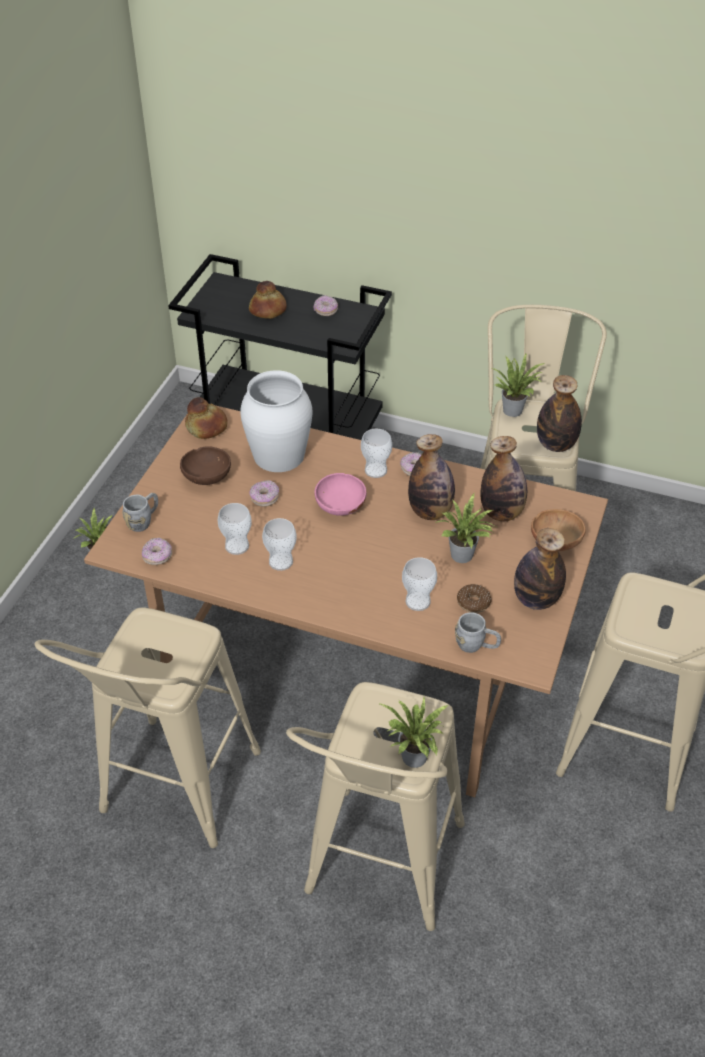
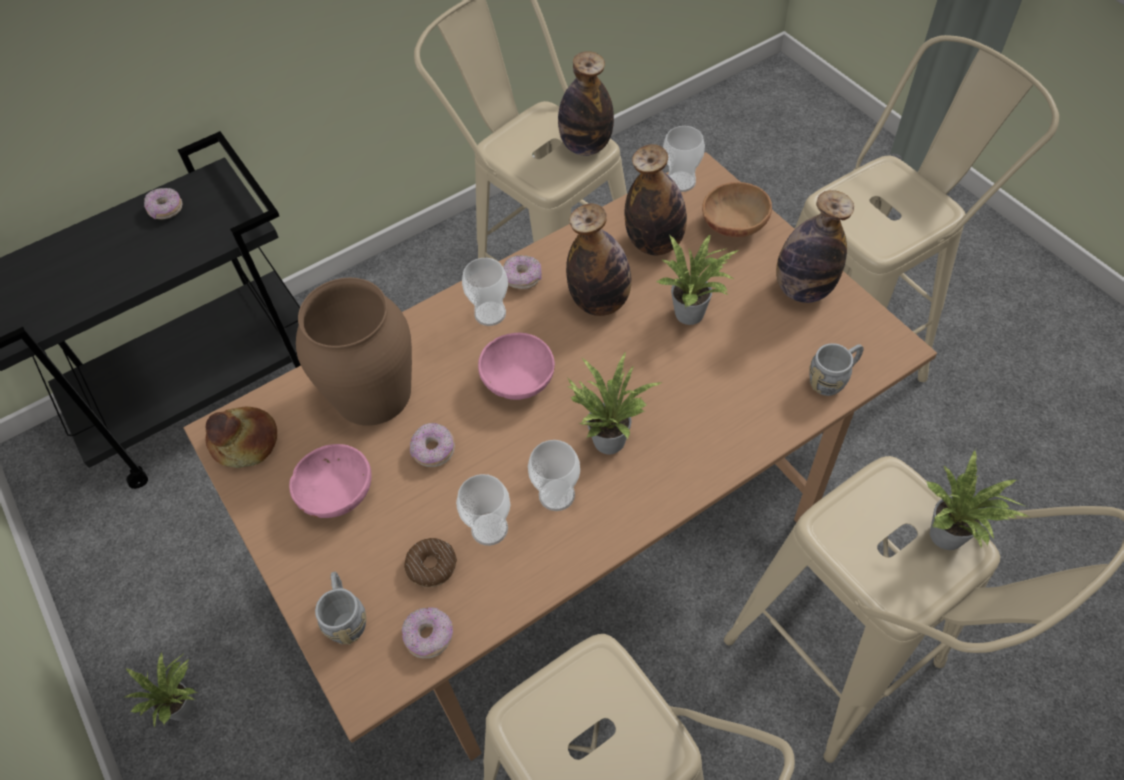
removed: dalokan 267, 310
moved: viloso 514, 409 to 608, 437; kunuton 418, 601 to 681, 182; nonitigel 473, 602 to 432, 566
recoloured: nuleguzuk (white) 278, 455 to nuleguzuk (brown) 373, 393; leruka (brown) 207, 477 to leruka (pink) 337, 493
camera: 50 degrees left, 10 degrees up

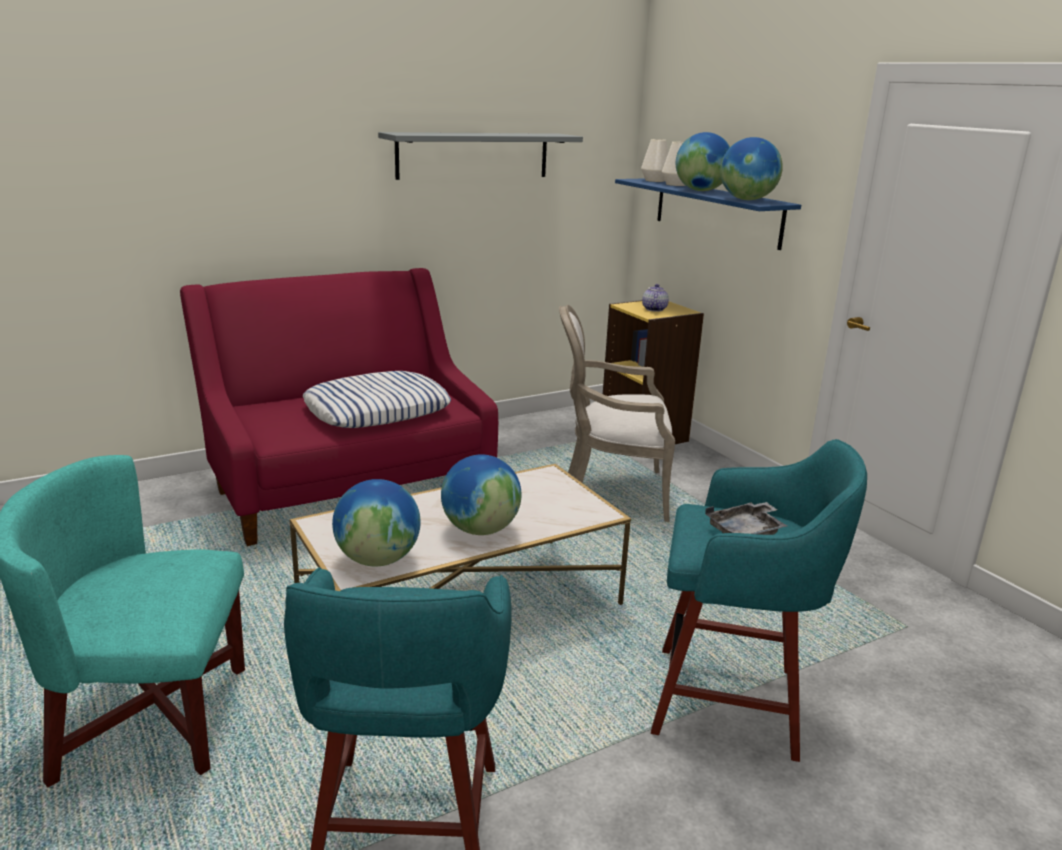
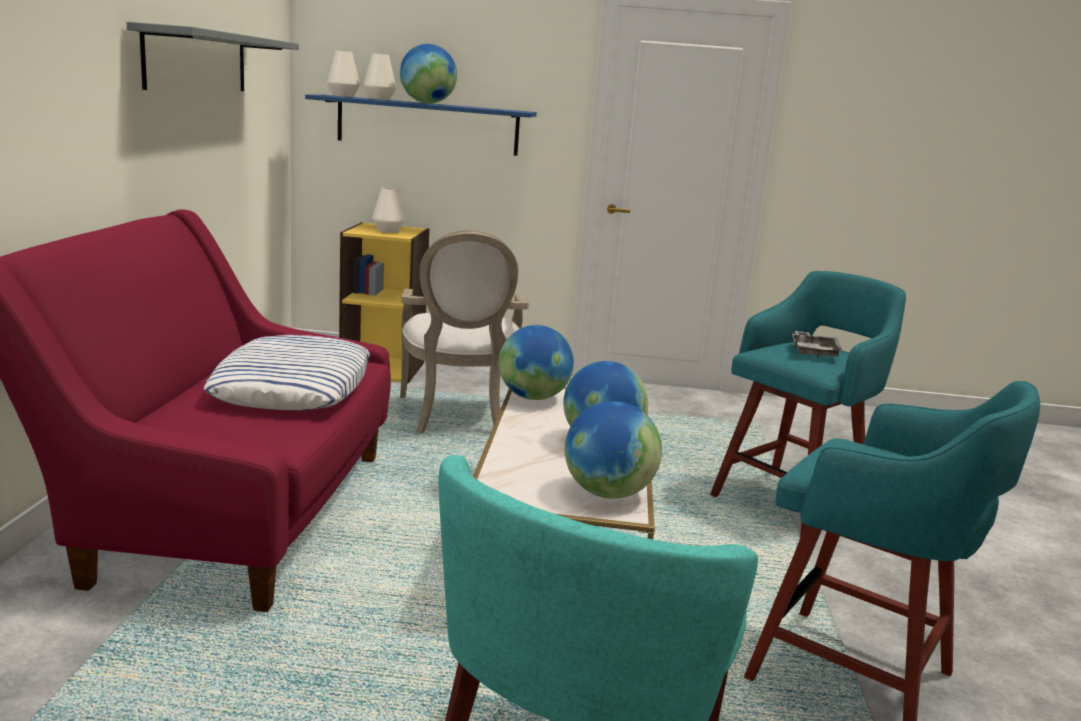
moved: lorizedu 746, 199 to 533, 397
replaced: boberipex 653, 309 to nuleguzuk (white) 388, 231
turned: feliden 610, 492 = 458, 418 45 degrees counterclockwise
camera: 55 degrees left, 5 degrees down

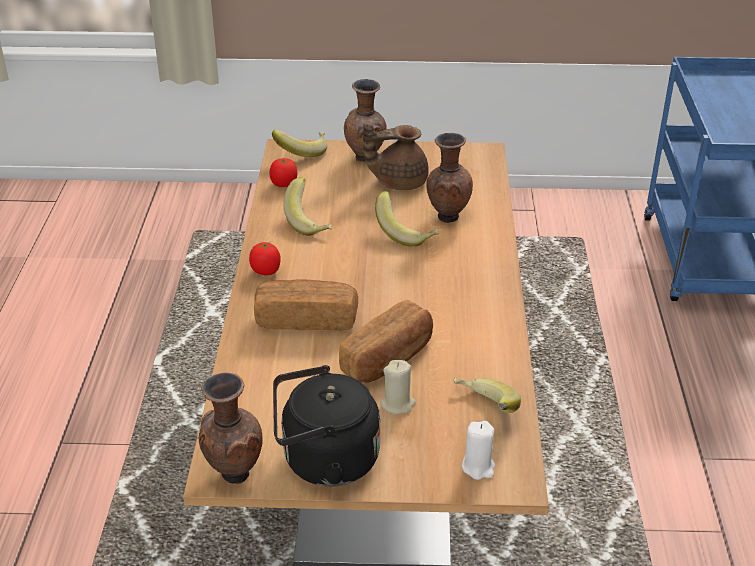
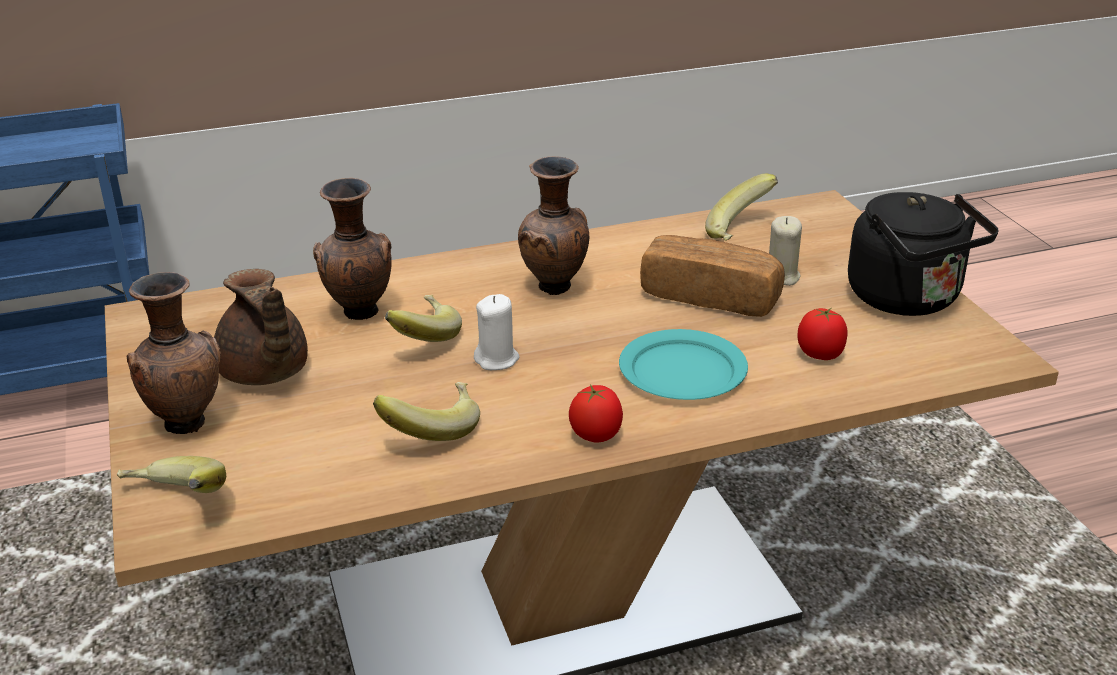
moved: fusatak 284, 184 to 820, 354; nuleguzuk (brown) 233, 473 to 555, 289; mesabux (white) 478, 467 to 497, 359
replaced: dalokan 306, 319 to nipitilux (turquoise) 683, 370
camera: 110 degrees left, 5 degrees down

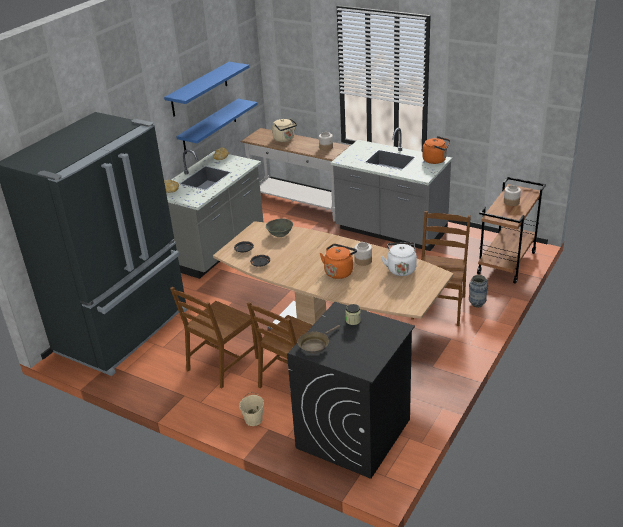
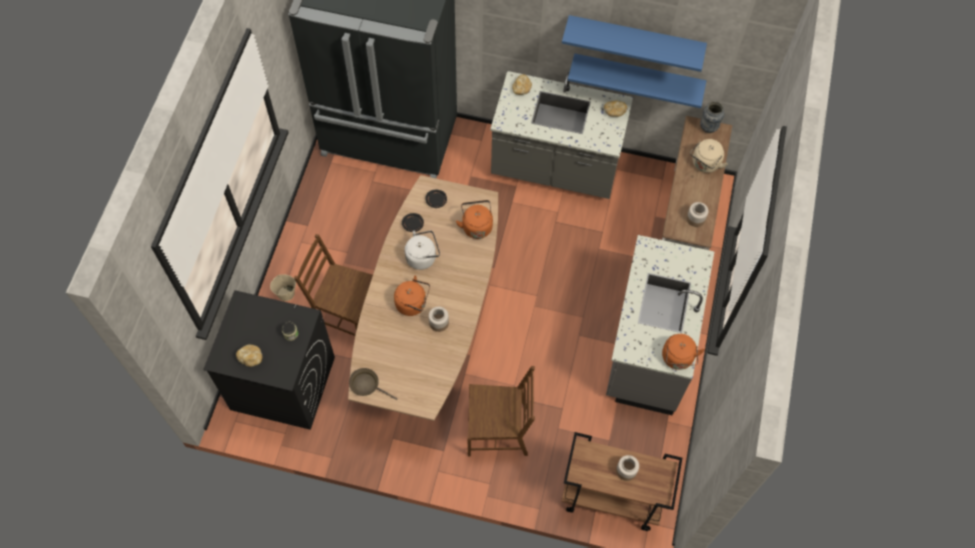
removed: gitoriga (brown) 222, 364
added: dalokan 251, 358
moved: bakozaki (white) 401, 269 to 423, 257; nuleguzuk 477, 304 to 708, 127; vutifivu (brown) 315, 344 to 367, 385
replaced: leruka (grey) 280, 234 to bakozaki (orange) 476, 226
camera: 70 degrees right, 30 degrees up

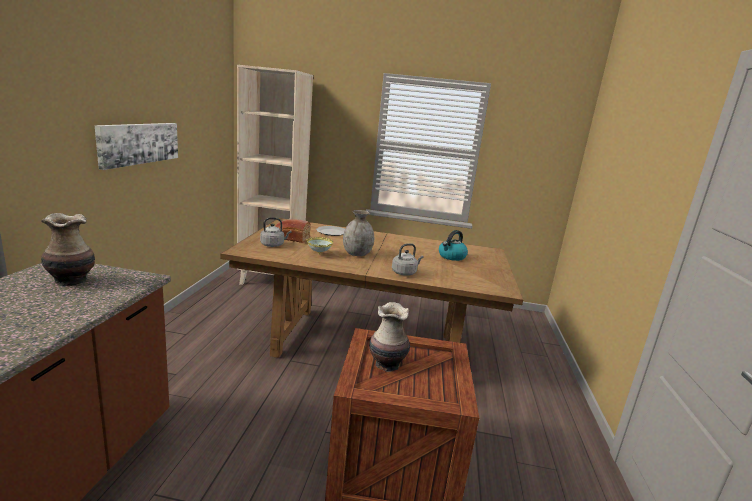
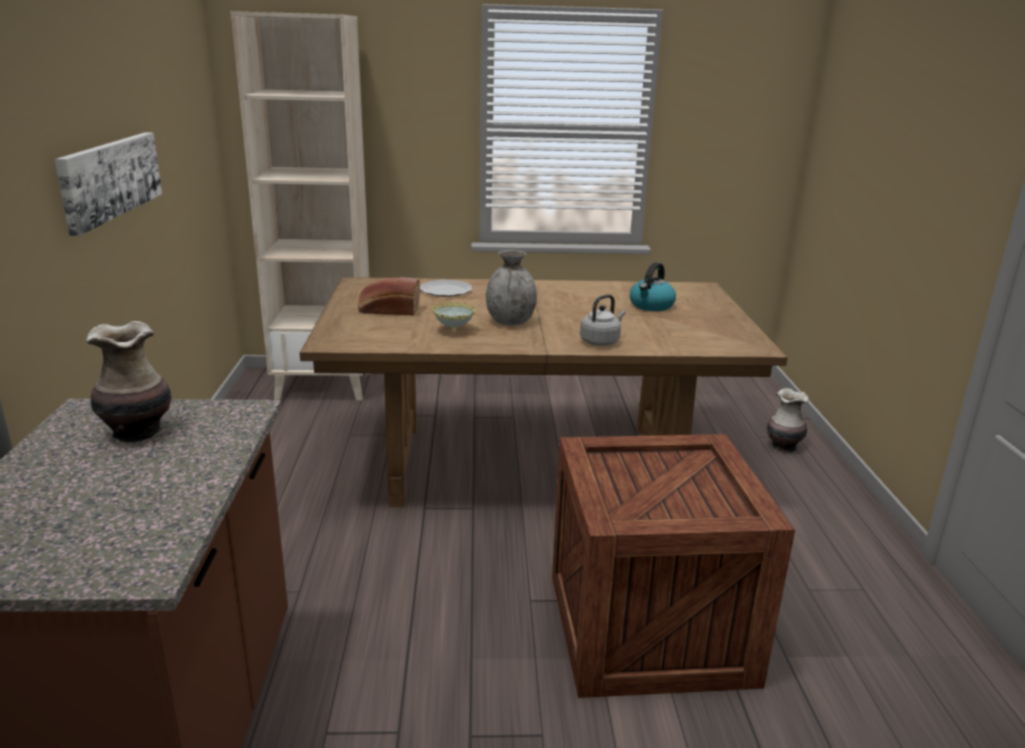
removed: bakozaki (grey) 273, 245
moved: nuleguzuk 386, 364 to 783, 447
camera: 10 degrees left, 5 degrees up

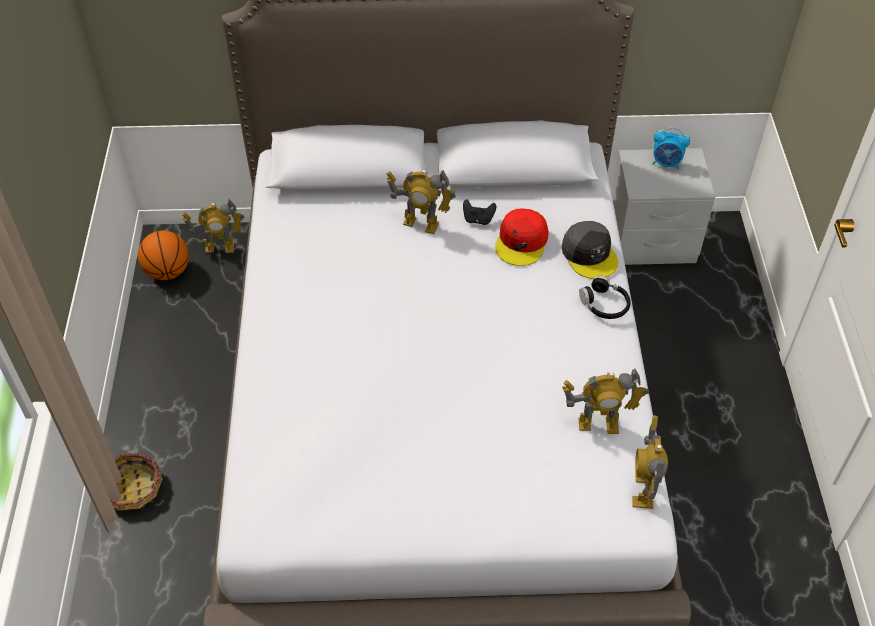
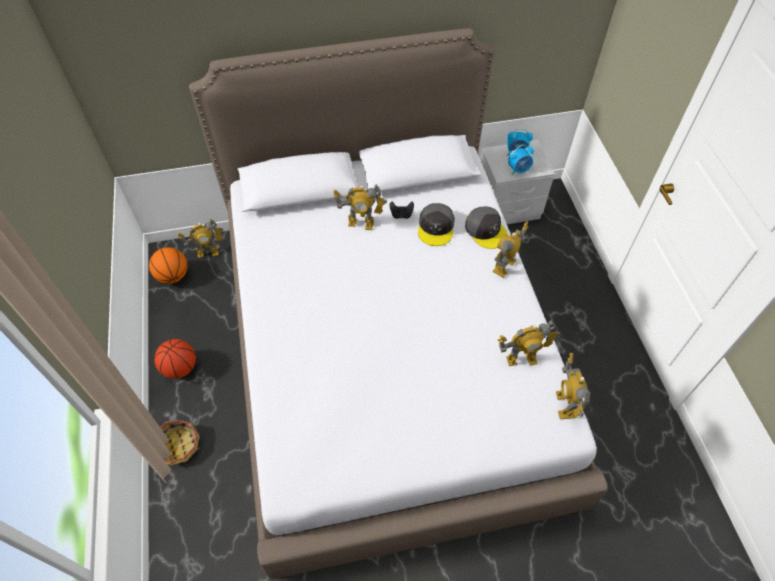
added: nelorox 519, 170; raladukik 180, 367
replaced: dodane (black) 604, 304 to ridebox 505, 266
recoloured: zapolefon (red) 522, 242 to zapolefon (grey) 436, 227
camera: 10 degrees left, 5 degrees up

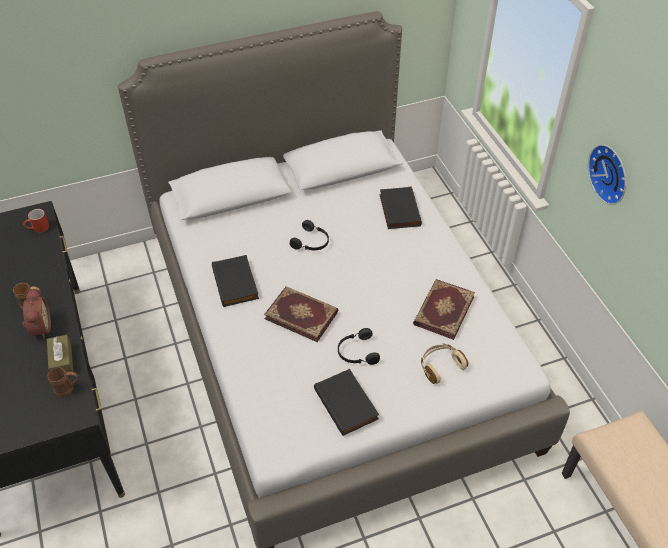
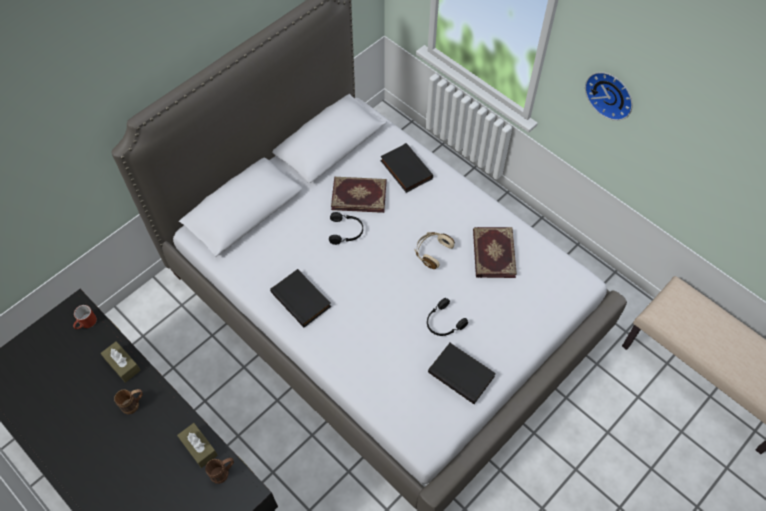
removed: nelorox 39, 327
added: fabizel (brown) 122, 365
moved: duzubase 302, 314 to 359, 195; dodane (beige) 440, 366 to 432, 252
camera: 25 degrees left, 10 degrees up

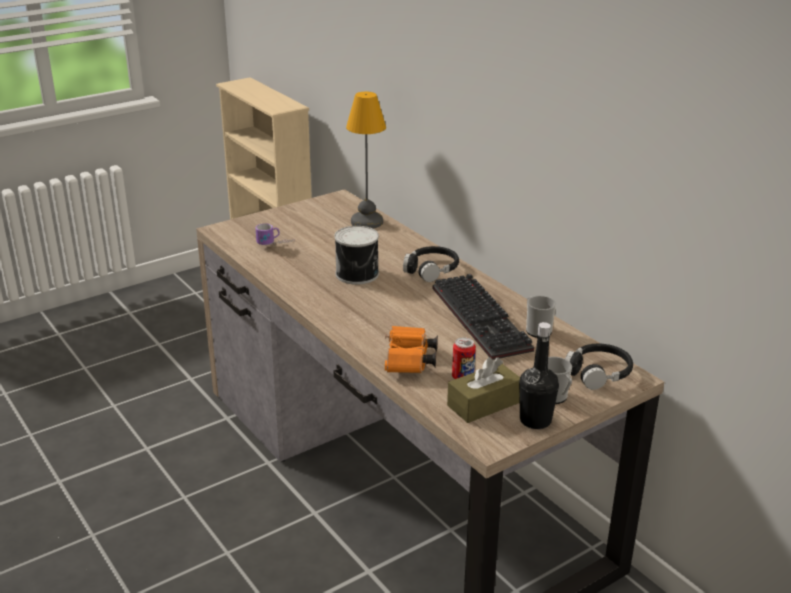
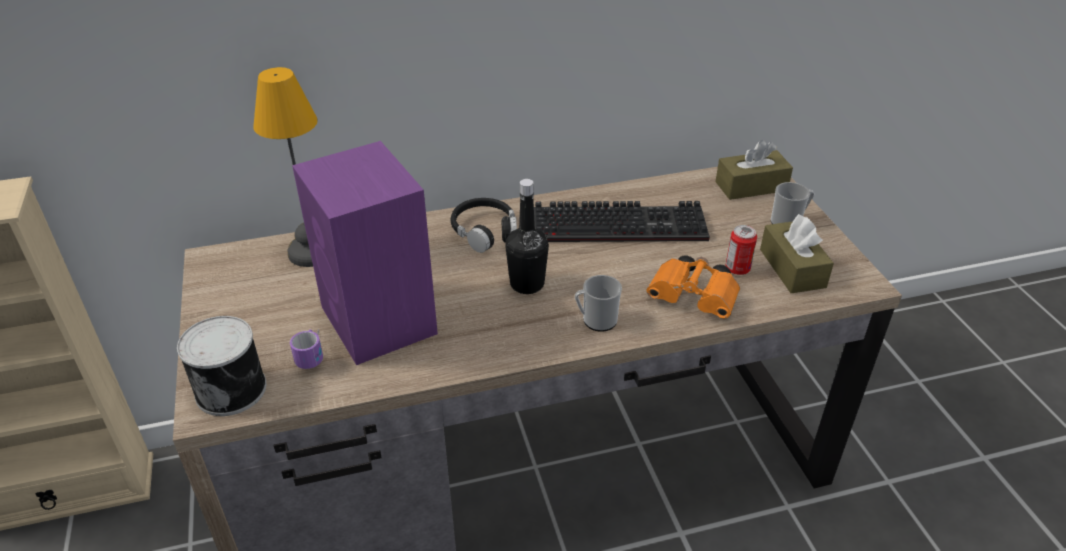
added: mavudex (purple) 380, 322
moved: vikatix 358, 274 to 232, 388; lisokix 536, 329 to 596, 320; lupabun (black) 535, 420 to 527, 284
replaced: dodane (black) 598, 373 to fabizel (brown) 751, 186
camera: 70 degrees left, 10 degrees up

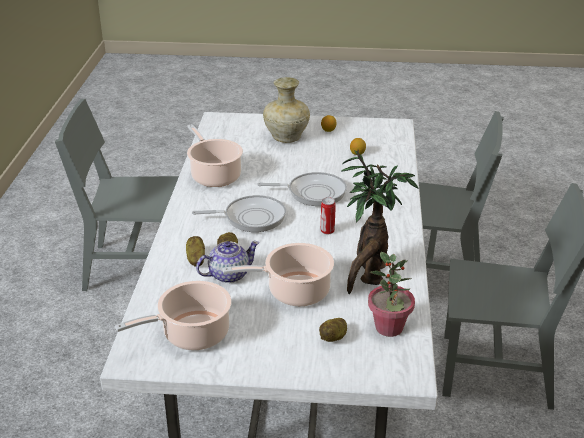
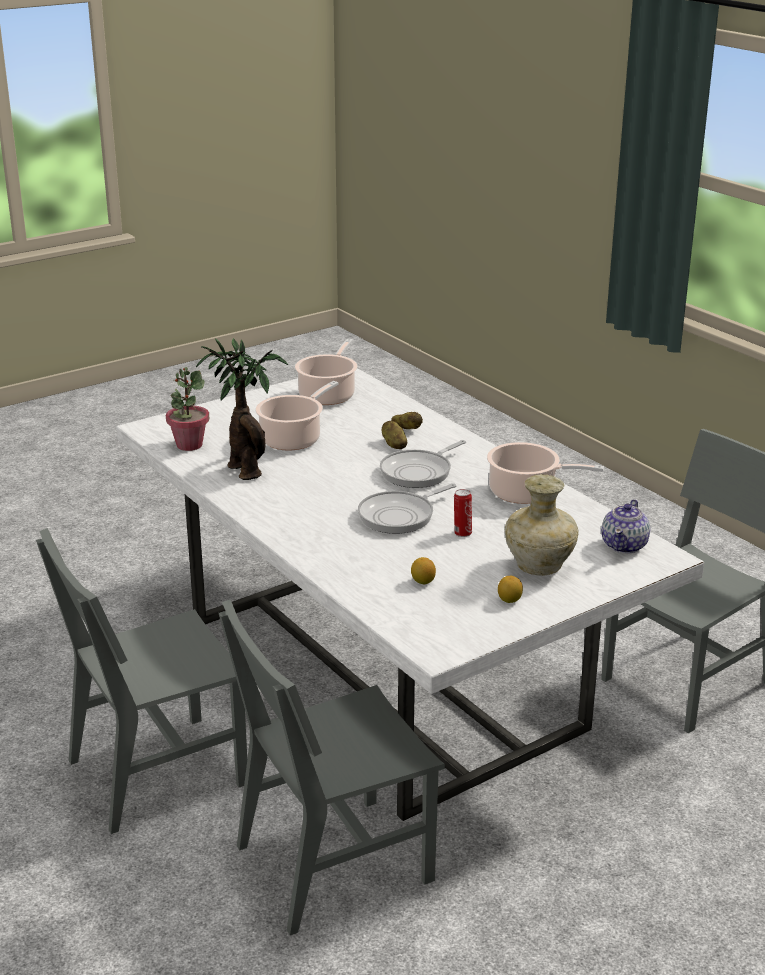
removed: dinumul 334, 337
moved: vikatix 327, 231 to 462, 533; boberipex 228, 275 to 625, 545
camera: 140 degrees right, 5 degrees down

